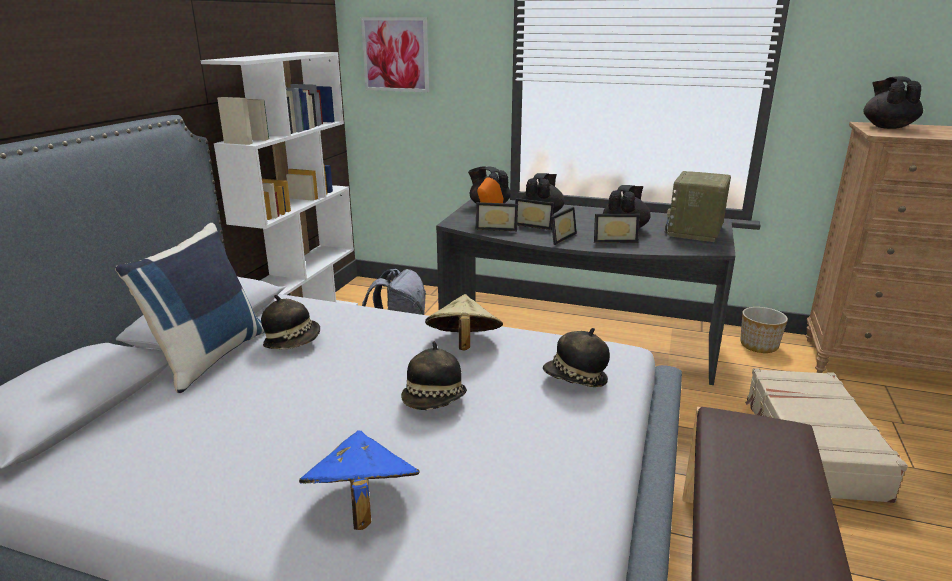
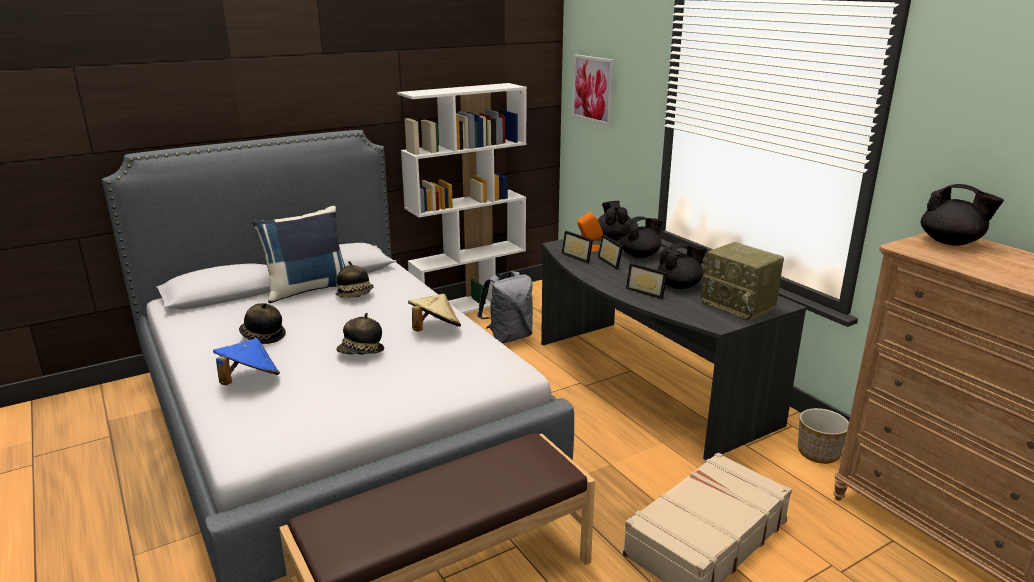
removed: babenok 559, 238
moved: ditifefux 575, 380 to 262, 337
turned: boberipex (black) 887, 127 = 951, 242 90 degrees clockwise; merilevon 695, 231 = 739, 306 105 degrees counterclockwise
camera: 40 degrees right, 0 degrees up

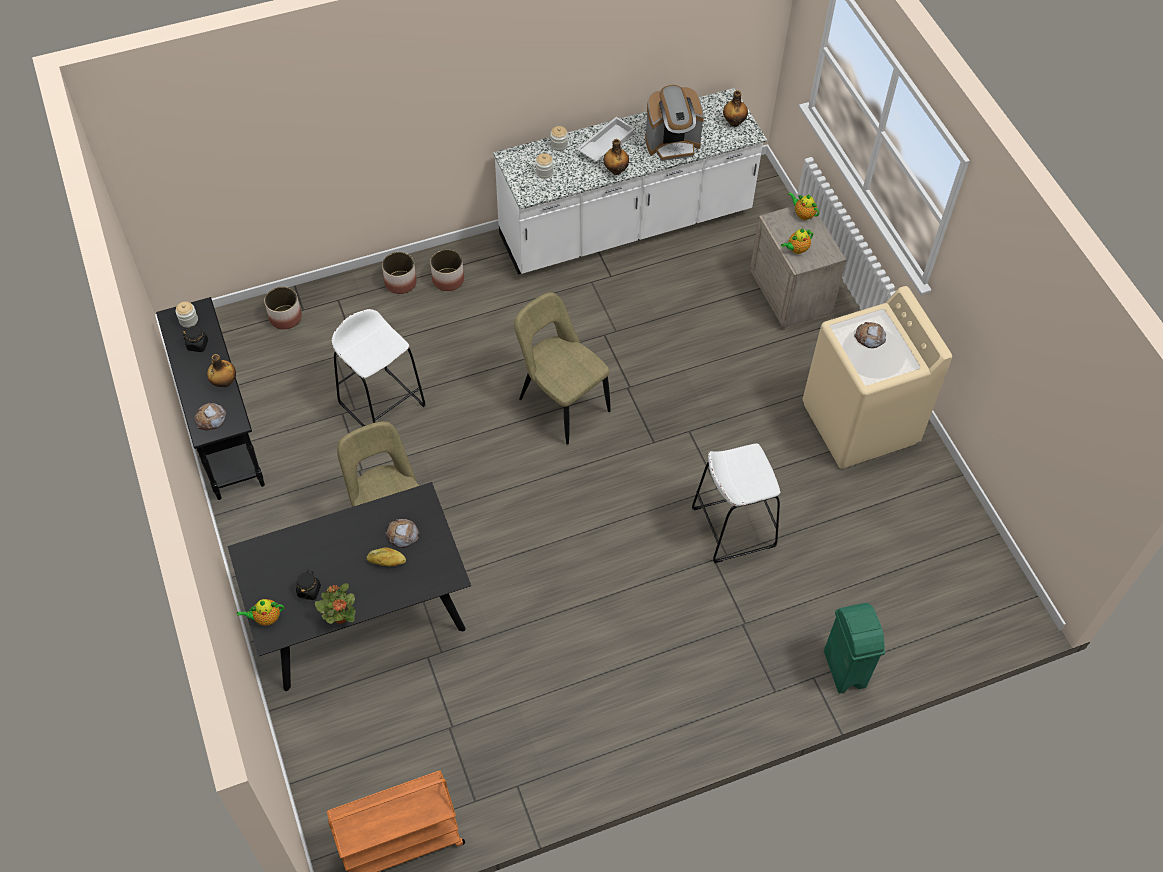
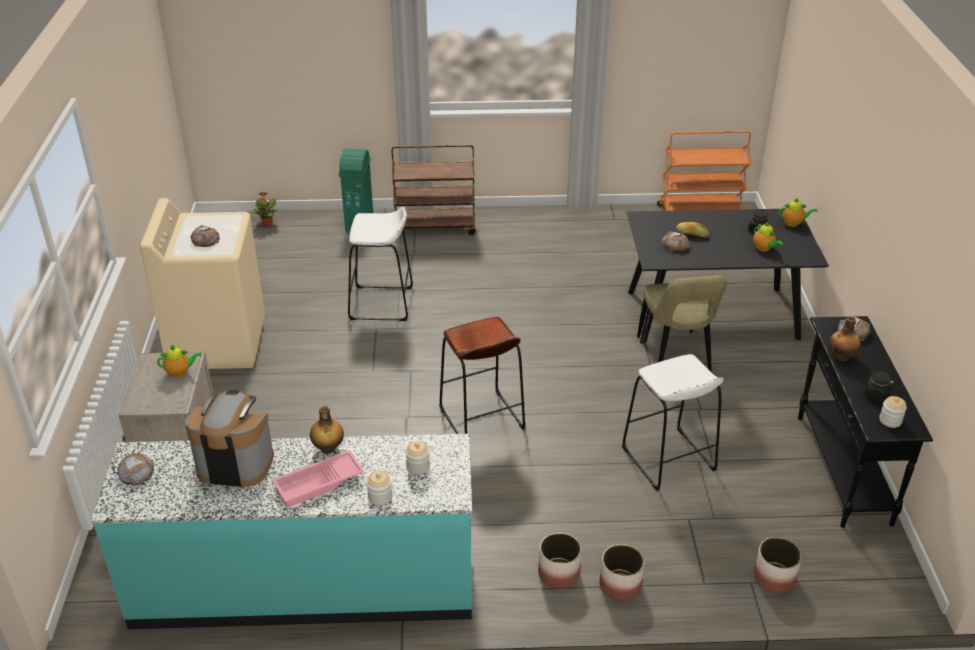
added: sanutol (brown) 435, 227
moved: boberipex 803, 214 to 764, 248; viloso 340, 616 to 267, 224
replaced: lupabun 734, 122 to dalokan 136, 472; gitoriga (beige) 561, 403 to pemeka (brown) 481, 419
recoloured: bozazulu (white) 626, 226 to bozazulu (turquoise) 305, 584; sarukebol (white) 605, 143 to sarukebol (pink) 318, 484
camera: 160 degrees left, 20 degrees down

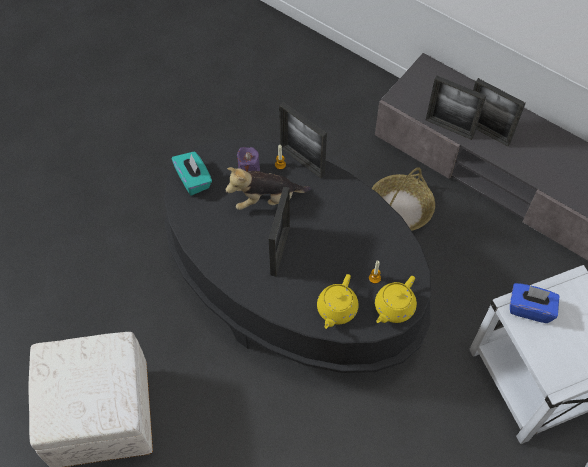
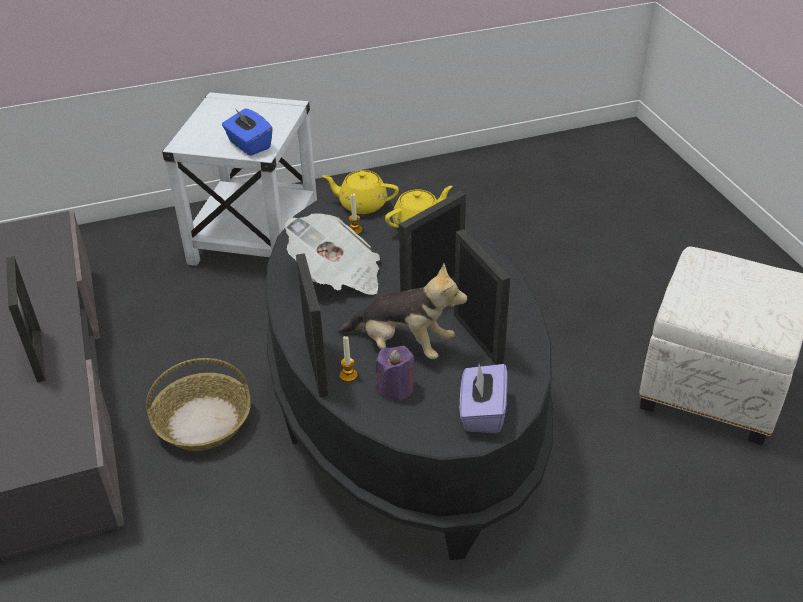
added: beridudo 337, 275
moved: babenok 449, 128 to 478, 338
recoloured: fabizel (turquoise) 193, 180 to fabizel (purple) 482, 413
turned: boberipex (yellow) 393, 308 = 362, 204 150 degrees counterclockwise
camera: 145 degrees left, 20 degrees down

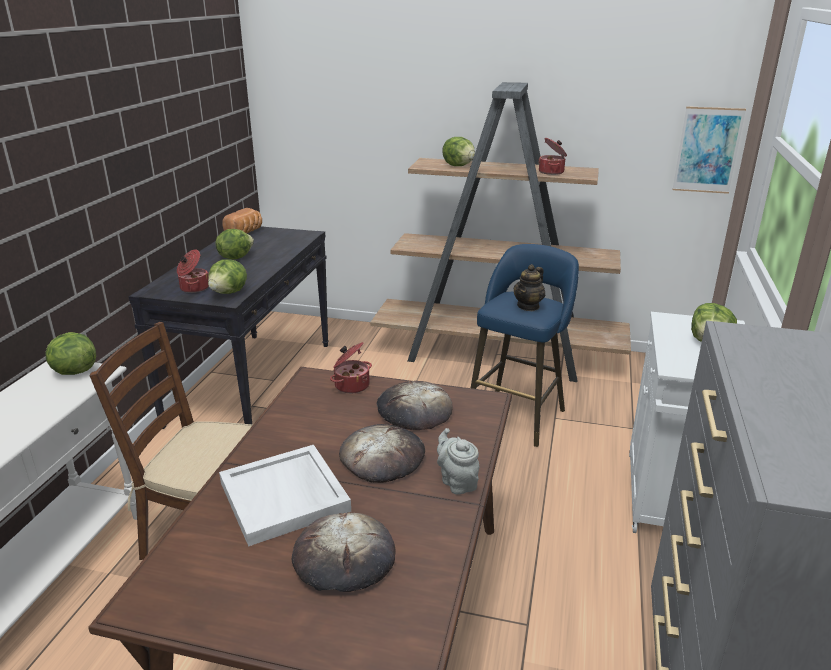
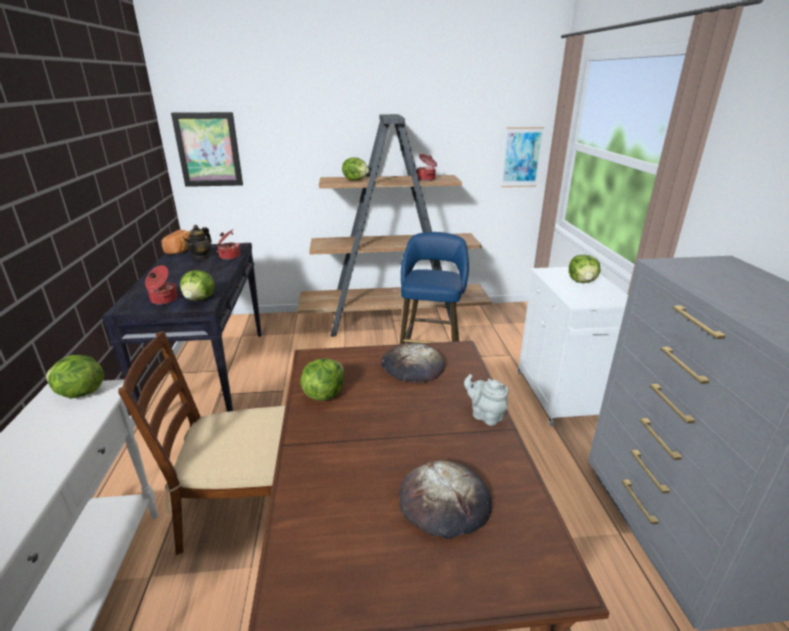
removed: dalokan 382, 457; sarukebol (white) 285, 497
added: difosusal 208, 150
moved: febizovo 235, 257 to 324, 394; boberipex 528, 306 to 201, 257; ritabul 351, 385 to 229, 256
camera: 20 degrees left, 0 degrees up

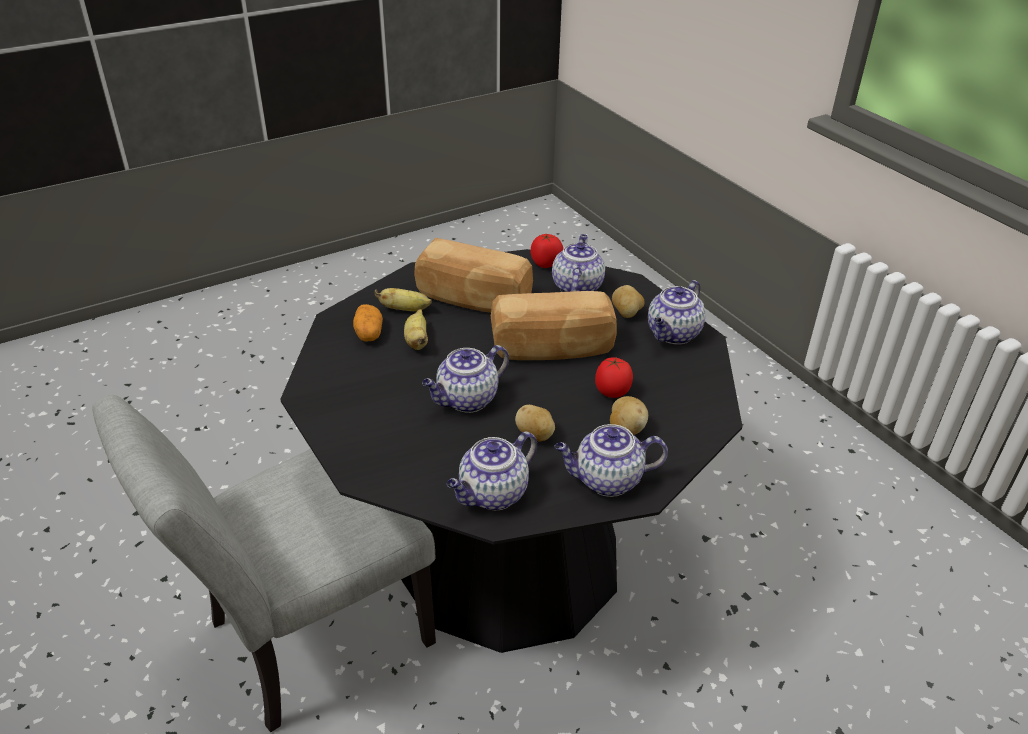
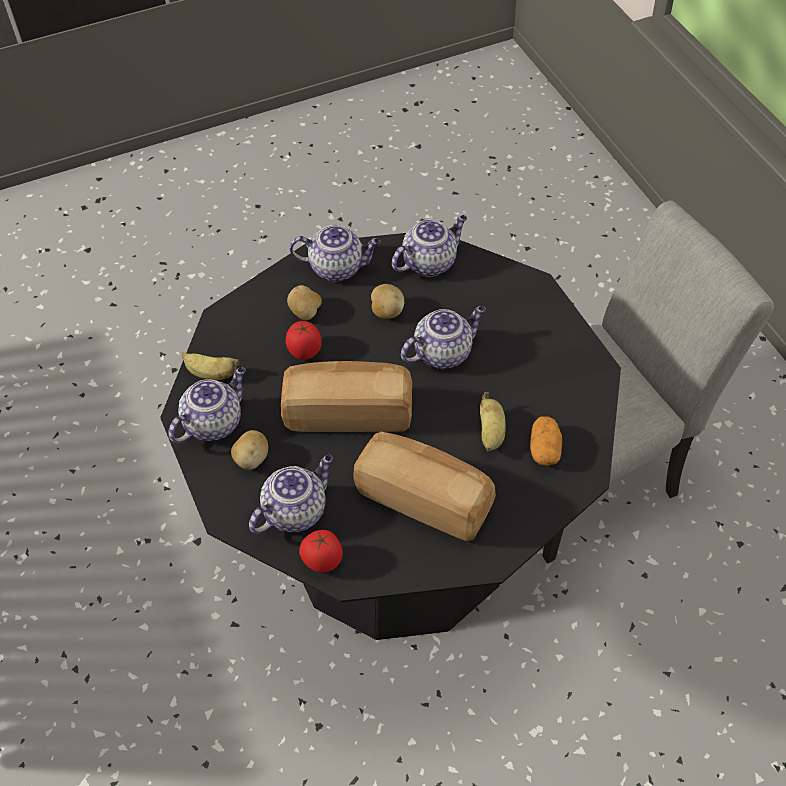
moved: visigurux 405, 310 to 211, 374
turned: boberipex 576, 287 = 296, 510 150 degrees counterclockwise
camera: 170 degrees left, 15 degrees up

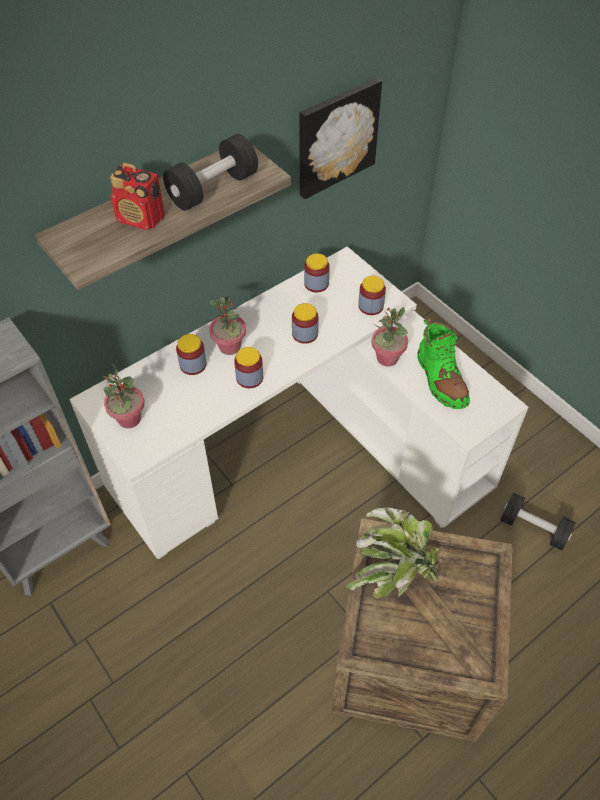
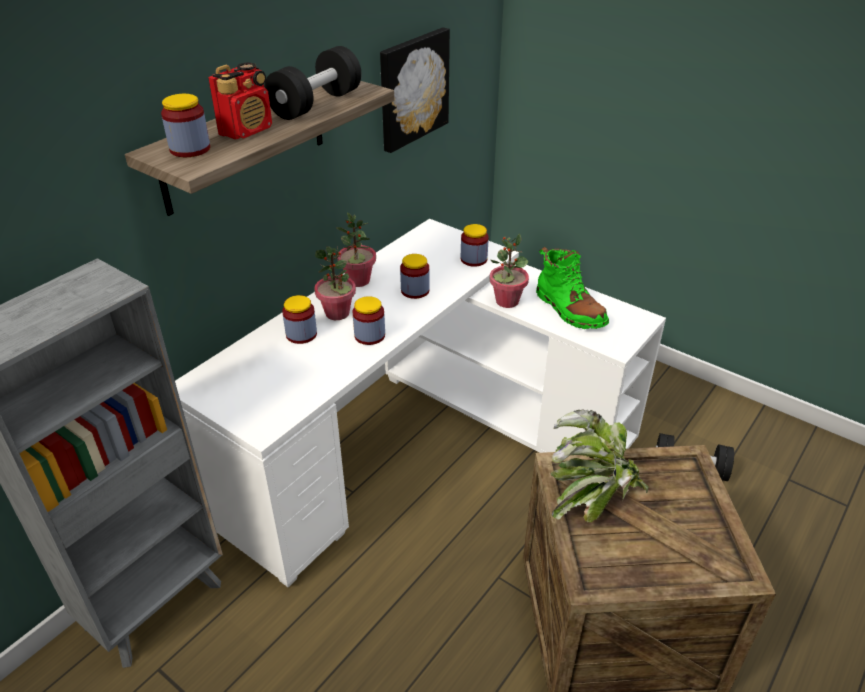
moved: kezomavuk 316, 284 to 190, 149; viloso 129, 419 to 358, 281
turned: merilevon 141, 219 = 247, 131 60 degrees counterclockwise
camera: 15 degrees left, 15 degrees down

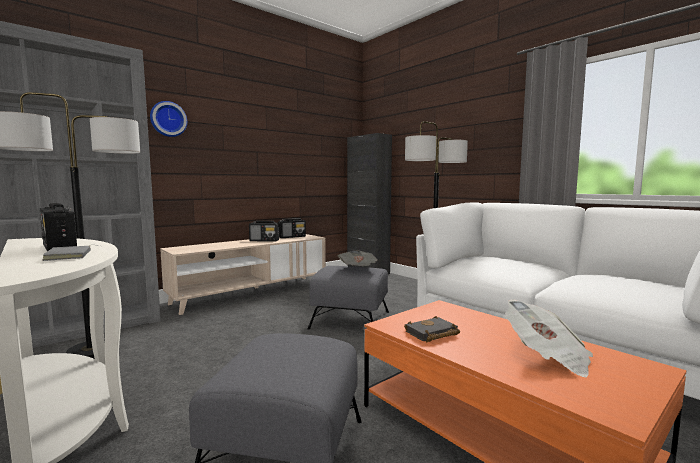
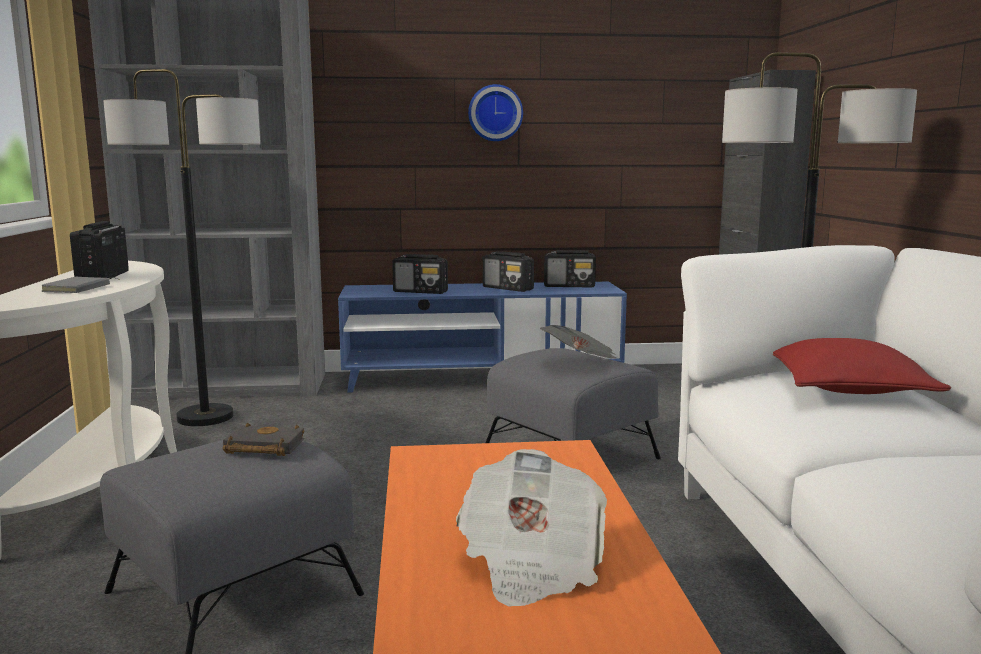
added: merilevon 421, 292; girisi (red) 847, 388
moved: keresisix 168, 119 to 495, 113; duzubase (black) 431, 334 to 261, 447
recoloured: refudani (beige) 252, 293 to refudani (blue) 481, 379
camera: 35 degrees right, 5 degrees up

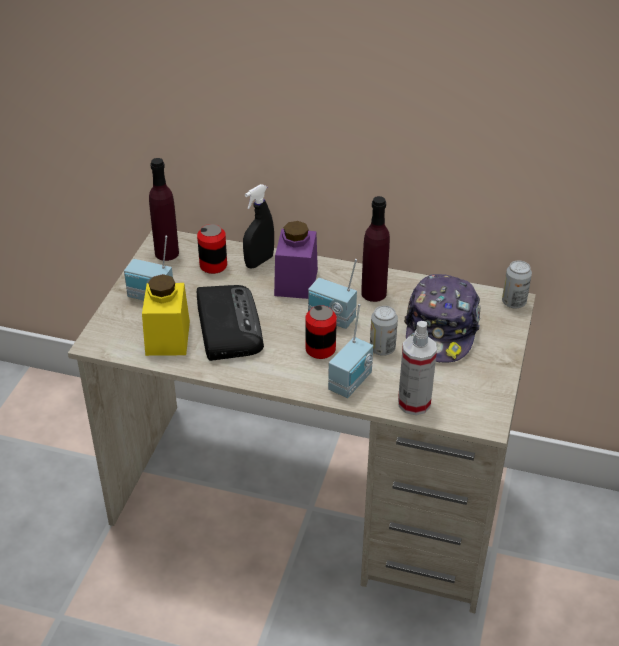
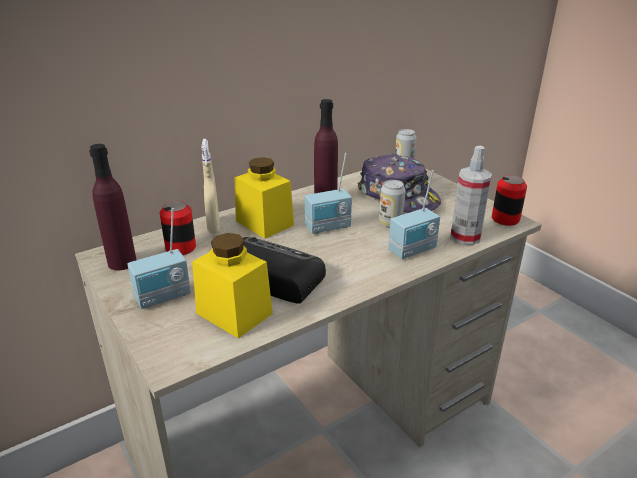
moved: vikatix 320, 349 to 505, 219
recoloured: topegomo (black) 259, 261 to topegomo (beige) 213, 227; kezomavuk (purple) 296, 282 to kezomavuk (yellow) 264, 223
turned: merilevon 352, 383 = 413, 251 75 degrees clockwise
camera: 50 degrees left, 10 degrees down

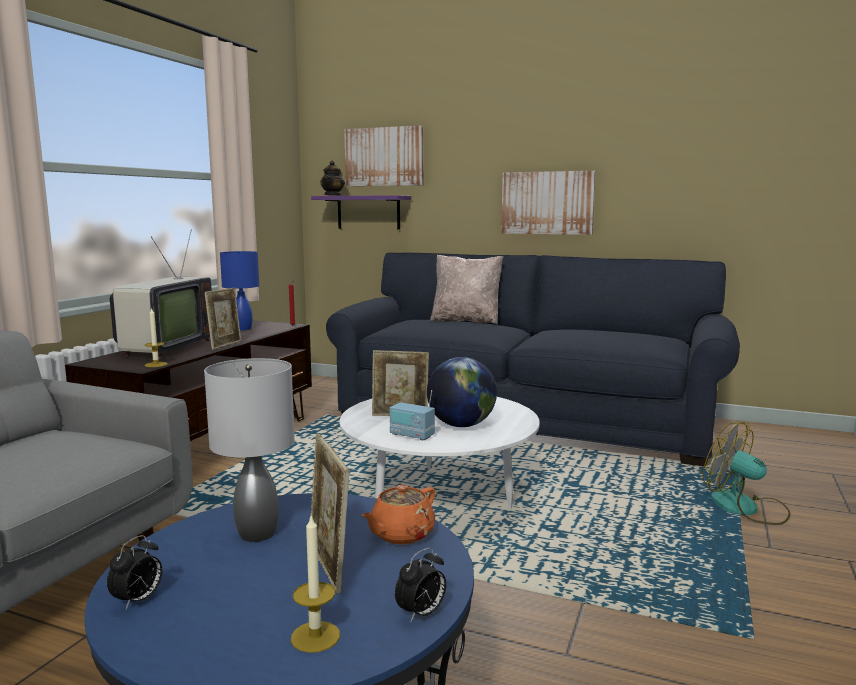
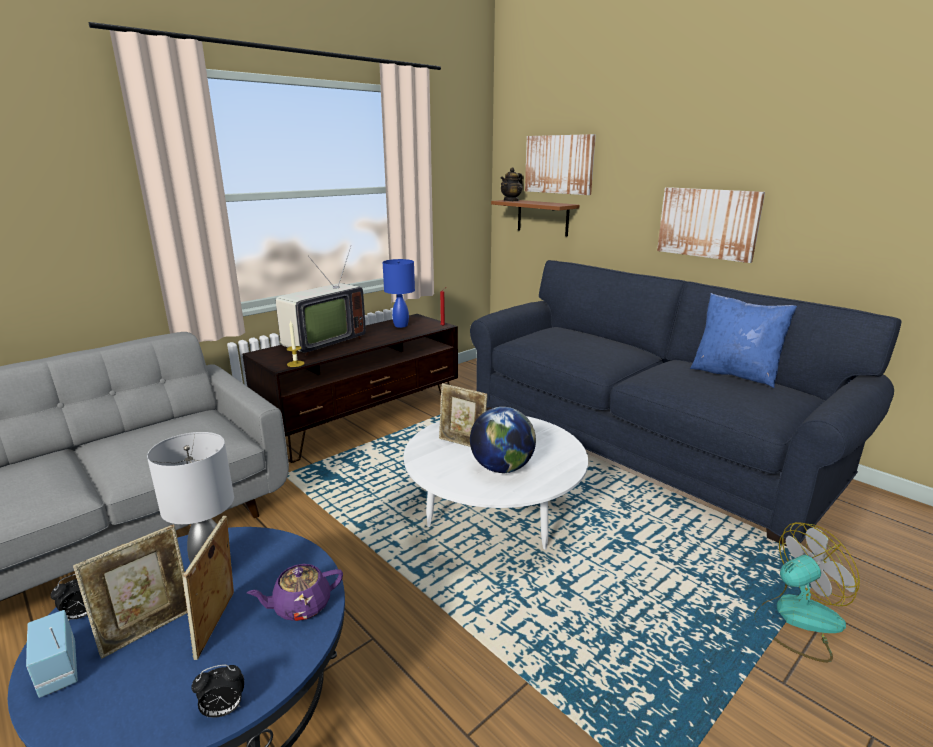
removed: girisi (beige) 466, 321; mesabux 315, 636
added: girisi (blue) 734, 374
moved: babenok 225, 345 to 149, 630; merilevon 411, 435 to 57, 670
recoloured: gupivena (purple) 368, 212 to gupivena (brown) 542, 217; boberipex (orange) 401, 534 to boberipex (purple) 300, 606
turned: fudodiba 745, 508 = 796, 620 90 degrees clockwise
camera: 25 degrees right, 10 degrees up

